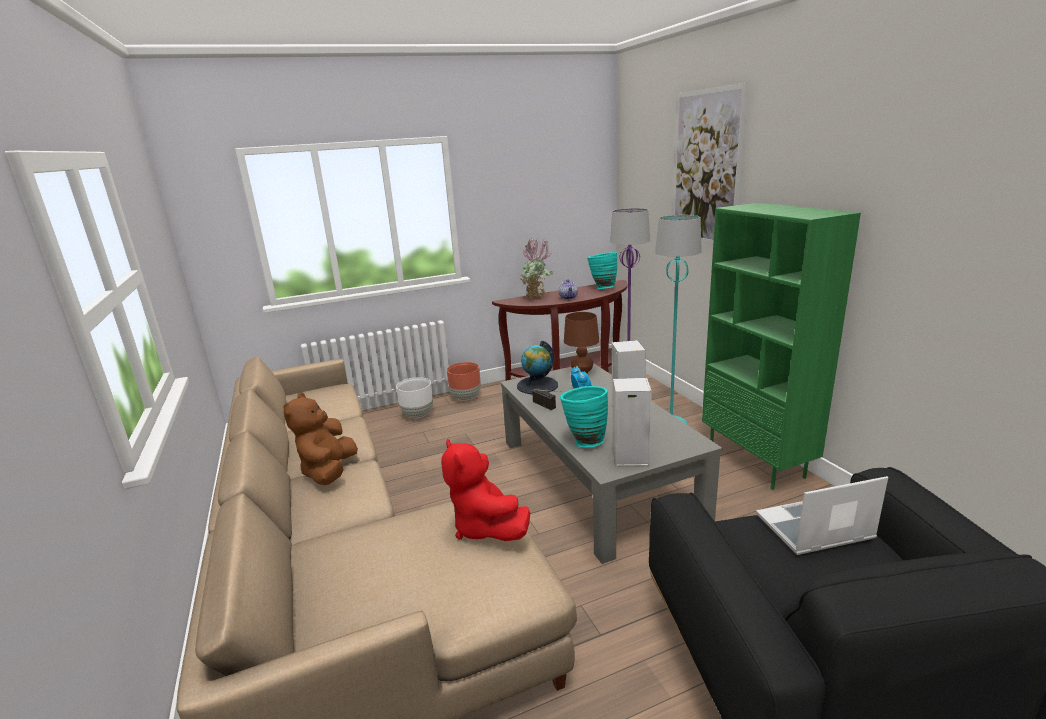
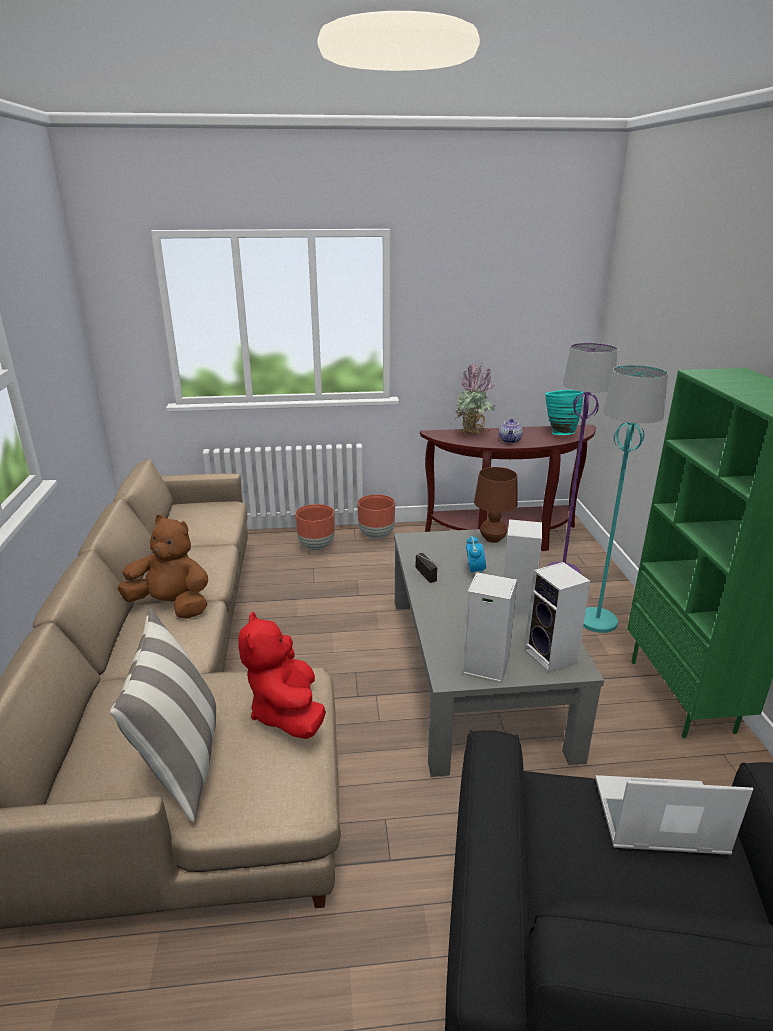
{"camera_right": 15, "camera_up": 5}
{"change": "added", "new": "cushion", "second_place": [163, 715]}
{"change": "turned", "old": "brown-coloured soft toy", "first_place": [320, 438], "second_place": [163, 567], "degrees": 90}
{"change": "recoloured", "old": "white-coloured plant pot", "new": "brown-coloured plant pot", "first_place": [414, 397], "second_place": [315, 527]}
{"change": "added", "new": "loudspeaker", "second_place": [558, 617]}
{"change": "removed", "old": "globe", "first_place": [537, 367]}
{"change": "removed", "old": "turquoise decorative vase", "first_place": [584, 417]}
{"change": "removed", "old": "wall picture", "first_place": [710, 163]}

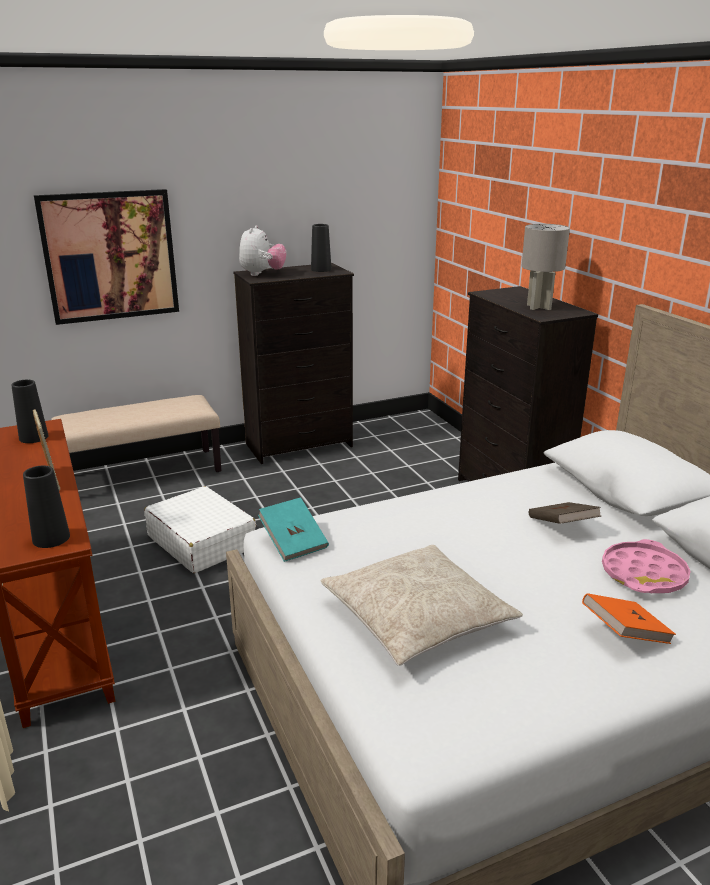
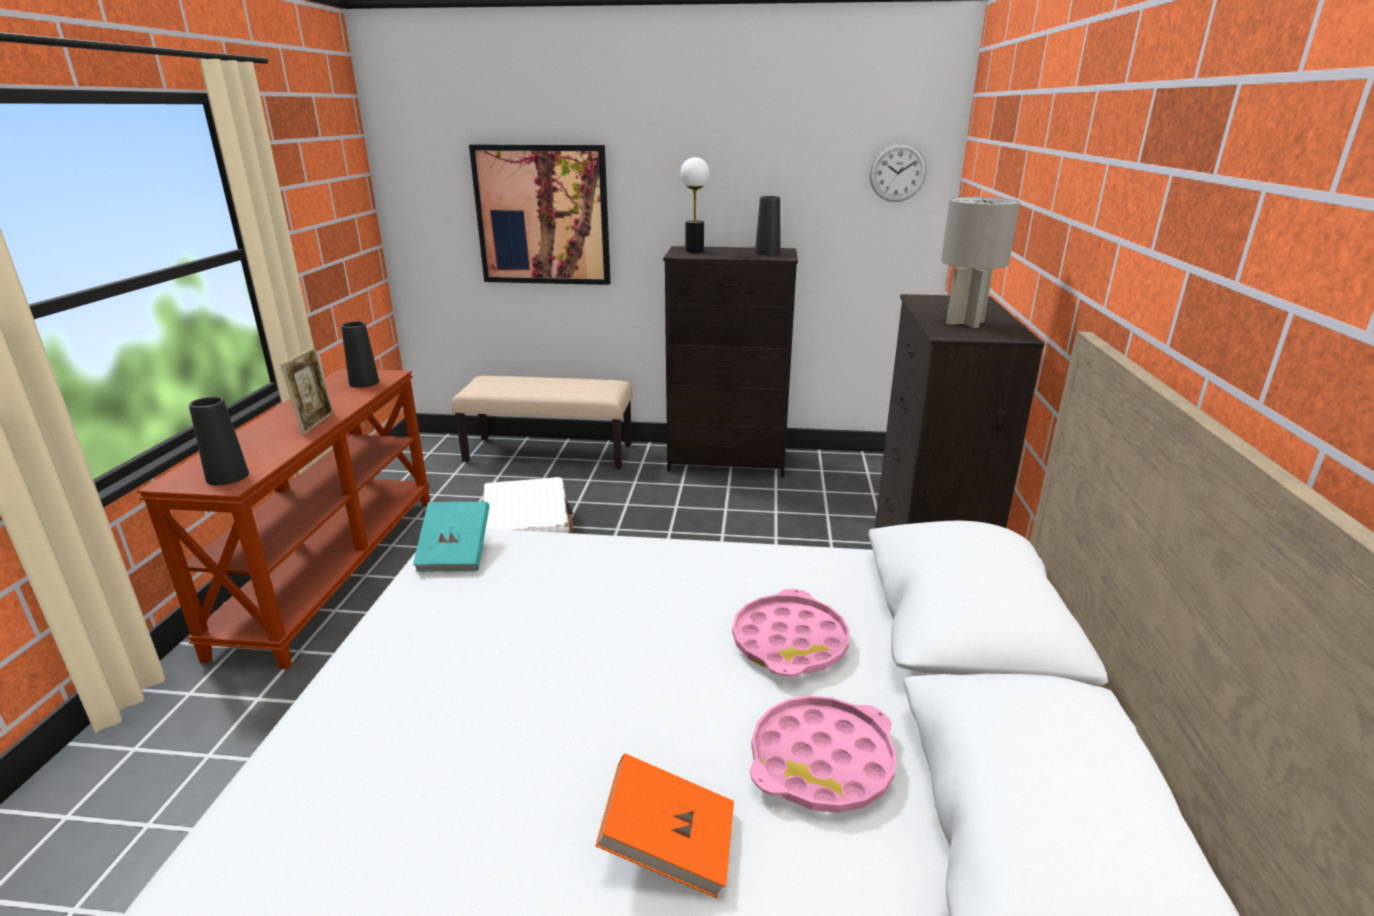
{"camera_right": 30, "camera_up": 0}
{"change": "replaced", "old": "soft toy", "new": "lamp for a table", "first_place": [262, 250], "second_place": [695, 205]}
{"change": "replaced", "old": "brown-coloured volume", "new": "pink serving tray", "first_place": [565, 513], "second_place": [790, 633]}
{"change": "added", "new": "clock on the wall", "second_place": [898, 172]}
{"change": "removed", "old": "sand-coloured cushion", "first_place": [421, 605]}

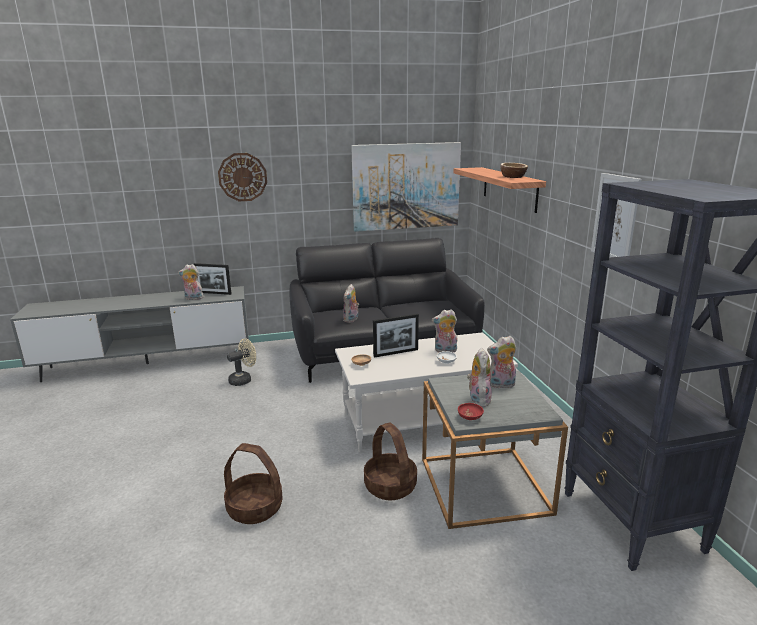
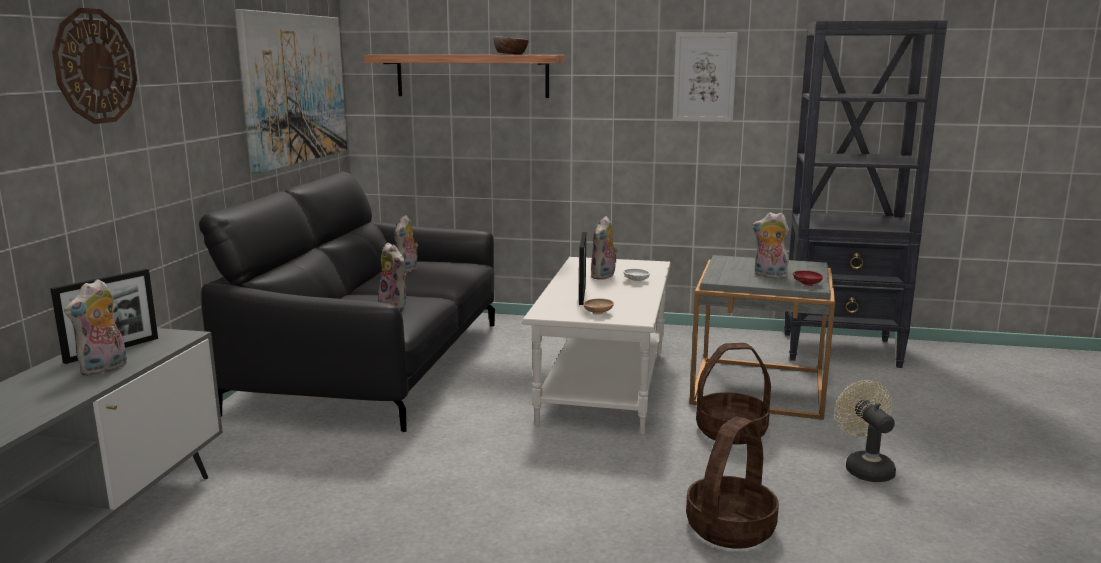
{"camera_right": -65, "camera_up": -5}
{"change": "moved", "old": "soft toy", "first_place": [501, 362], "second_place": [406, 244]}
{"change": "moved", "old": "sand-coloured electric fan", "first_place": [241, 362], "second_place": [865, 431]}

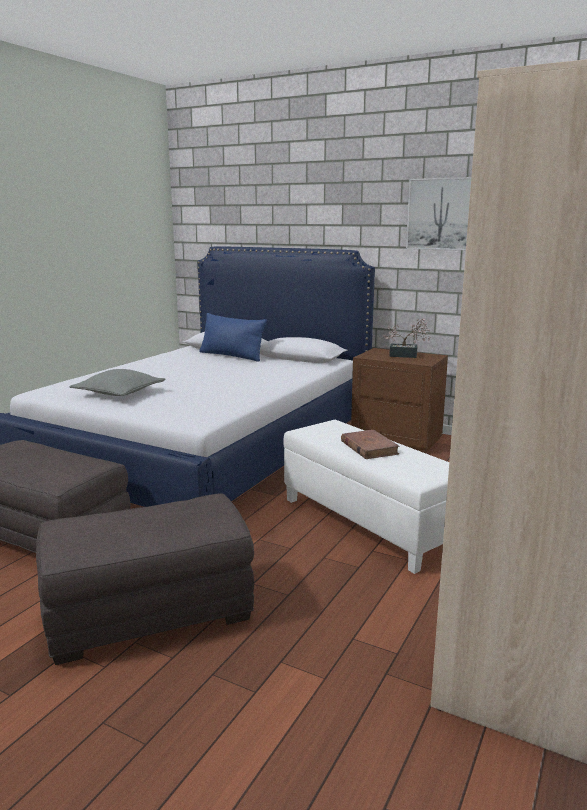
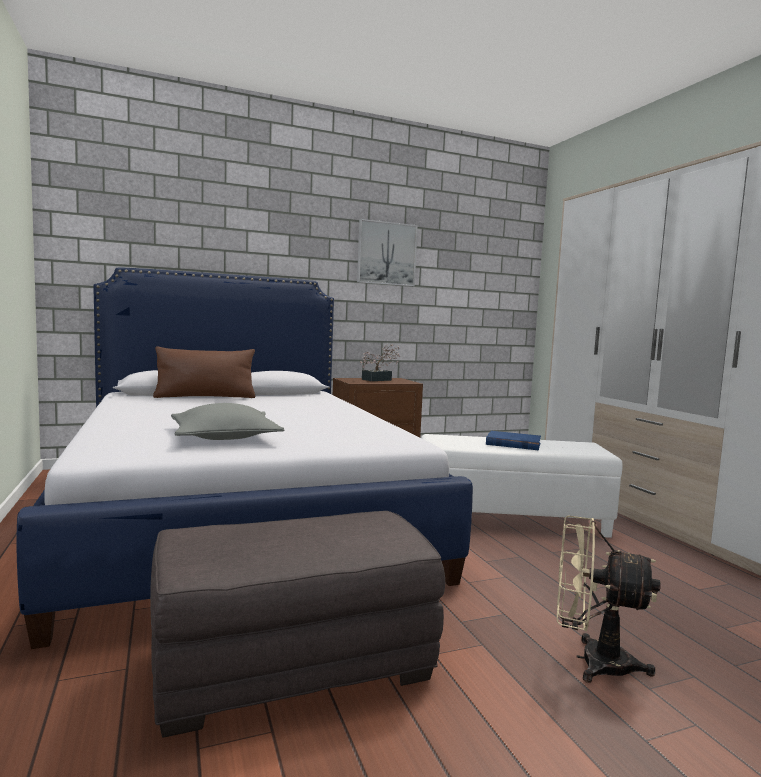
{"camera_right": -50, "camera_up": -10}
{"change": "recoloured", "old": "blue-coloured cushion", "new": "brown-coloured cushion", "first_place": [233, 337], "second_place": [204, 372]}
{"change": "recoloured", "old": "brown-coloured volume", "new": "blue-coloured volume", "first_place": [370, 444], "second_place": [513, 440]}
{"change": "replaced", "old": "grey footrest", "new": "sand-coloured electric fan", "first_place": [145, 579], "second_place": [609, 599]}

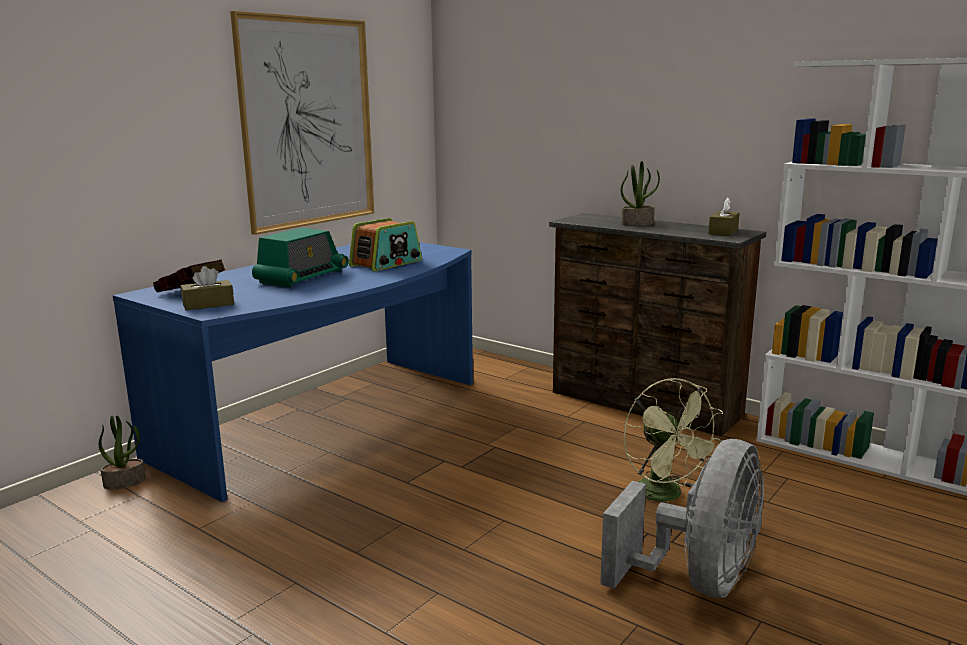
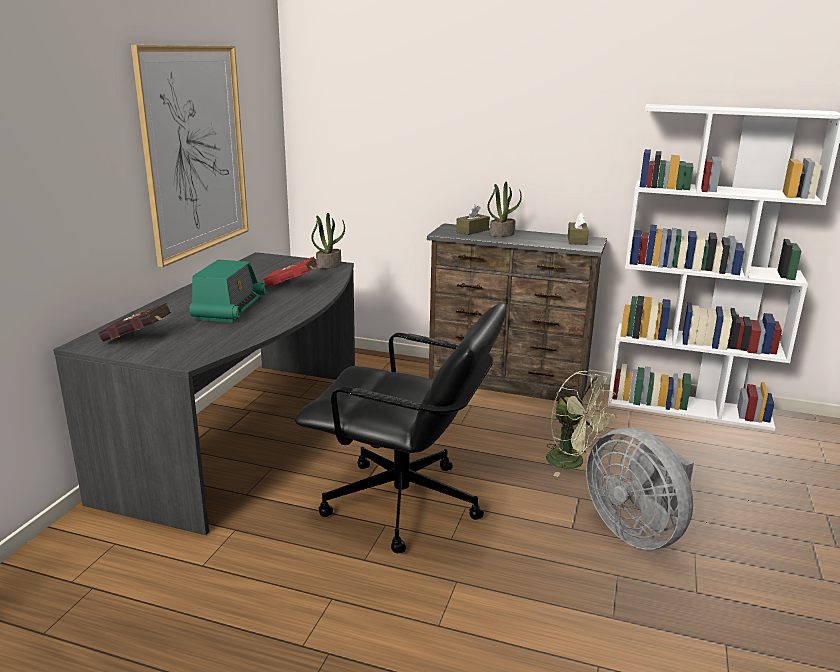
{"camera_right": -20, "camera_up": 5}
{"change": "recoloured", "old": "blue-coloured desk unit", "new": "grey desk unit", "first_place": [293, 372], "second_place": [204, 393]}
{"change": "replaced", "old": "radio", "new": "reddish volume", "first_place": [385, 244], "second_place": [290, 272]}
{"change": "added", "new": "black computer chair", "second_place": [400, 428]}
{"change": "moved", "old": "houseplant", "first_place": [122, 452], "second_place": [328, 241]}
{"change": "moved", "old": "brown-coloured tissue box", "first_place": [207, 288], "second_place": [473, 219]}
{"change": "turned", "old": "grey electric fan", "first_place": [682, 518], "second_place": [640, 489], "degrees": 135}

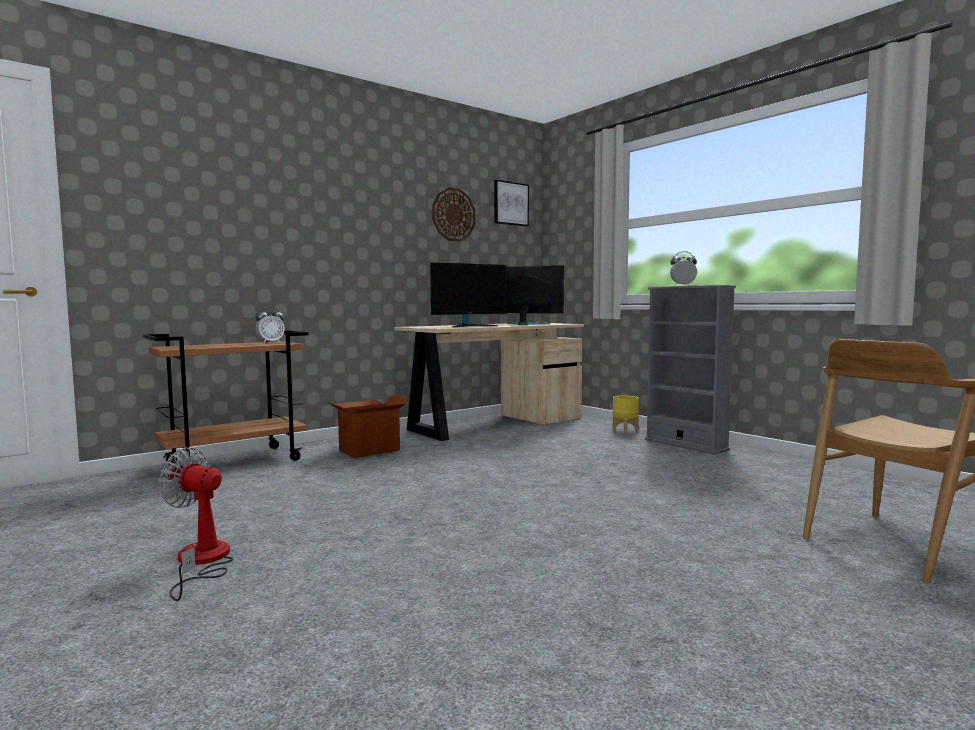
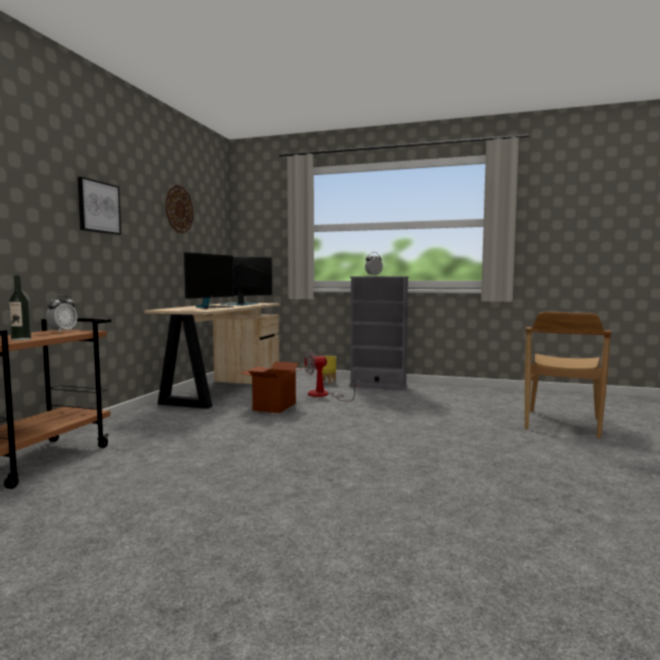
{"camera_right": -35, "camera_up": 0}
{"change": "added", "new": "beverage bottle", "second_place": [19, 307]}
{"change": "moved", "old": "wall picture", "first_place": [511, 203], "second_place": [99, 206]}
{"change": "moved", "old": "carton", "first_place": [368, 426], "second_place": [272, 387]}
{"change": "moved", "old": "electric fan", "first_place": [195, 524], "second_place": [332, 375]}

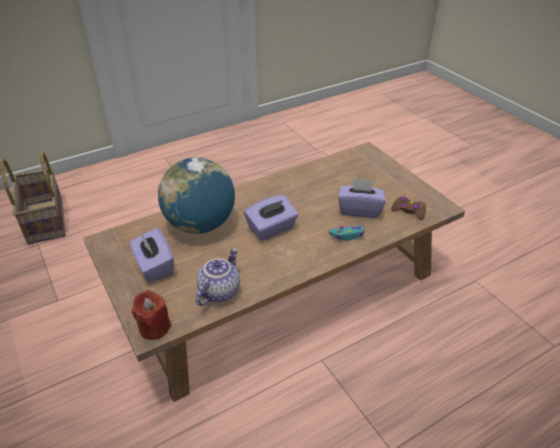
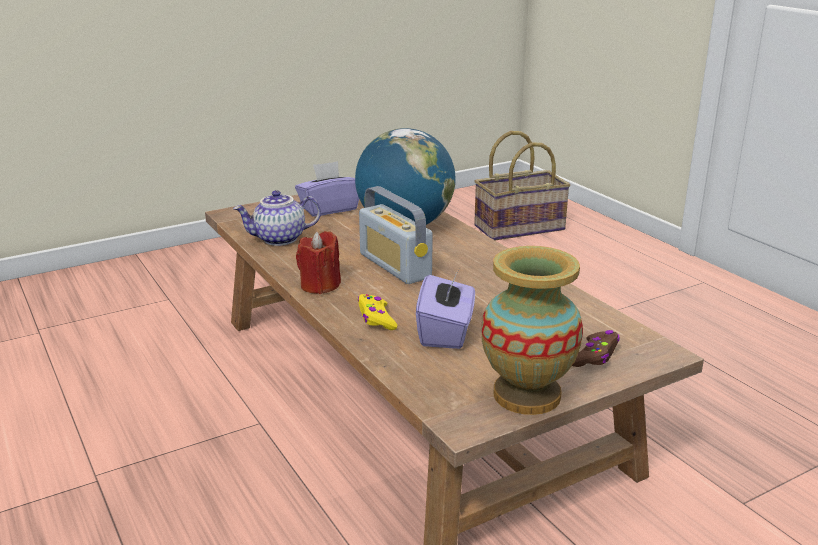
{"camera_right": 90, "camera_up": -15}
{"change": "turned", "old": "pot for tea", "first_place": [218, 277], "second_place": [277, 218], "degrees": 135}
{"change": "moved", "old": "reddish wax candle", "first_place": [151, 315], "second_place": [318, 262]}
{"change": "recoloured", "old": "turquoise joypad", "new": "yellow joypad", "first_place": [347, 233], "second_place": [377, 312]}
{"change": "replaced", "old": "purple tissue box", "new": "radio", "first_place": [271, 218], "second_place": [396, 235]}
{"change": "added", "new": "decorative vase", "second_place": [532, 330]}
{"change": "moved", "old": "brown-coloured joypad", "first_place": [408, 208], "second_place": [596, 348]}

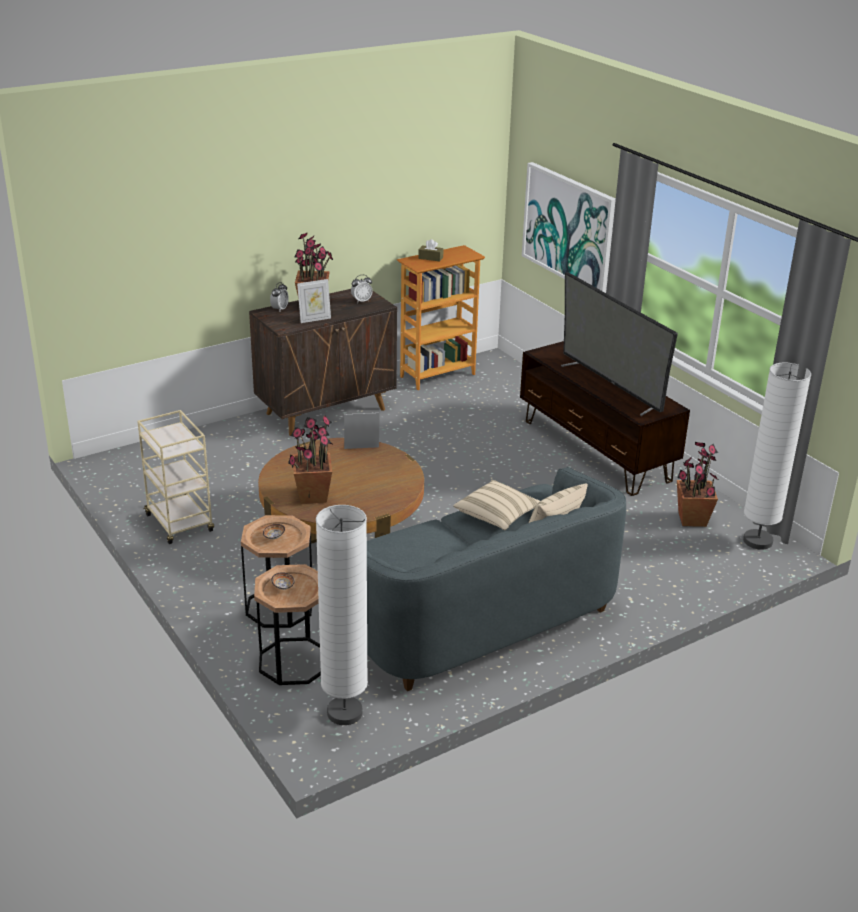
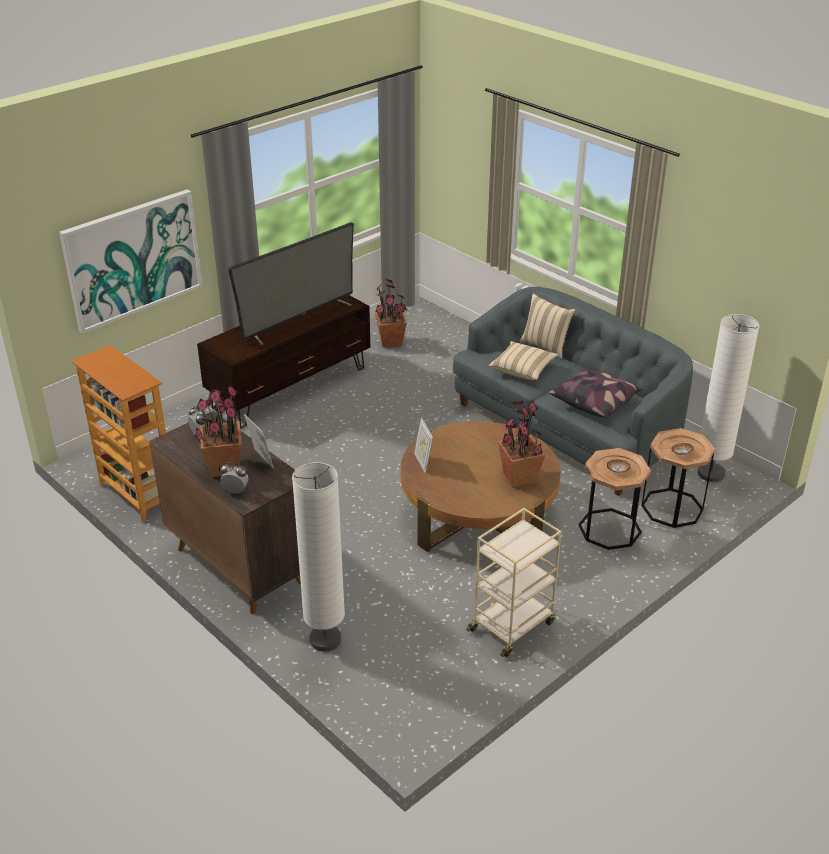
{"camera_right": -100, "camera_up": 5}
{"change": "moved", "old": "white-coloured standing lamp", "first_place": [777, 456], "second_place": [318, 557]}
{"change": "added", "new": "cushion", "second_place": [596, 392]}
{"change": "removed", "old": "brown-coloured tissue box", "first_place": [431, 250]}

